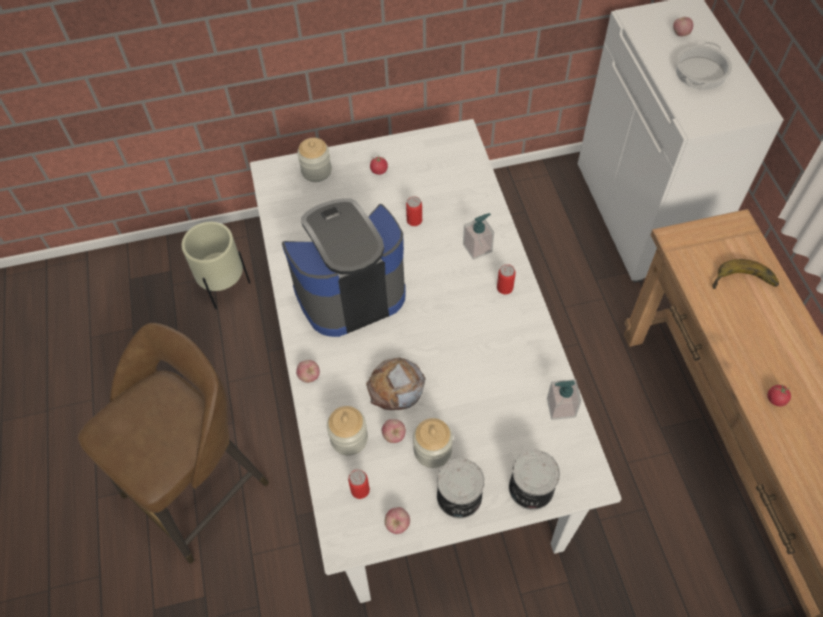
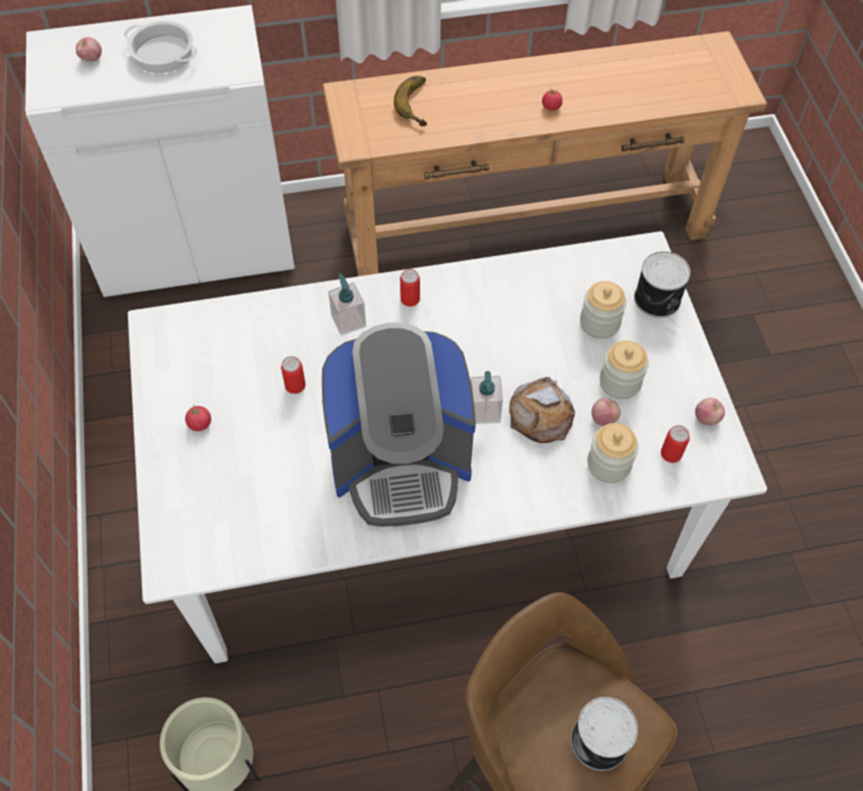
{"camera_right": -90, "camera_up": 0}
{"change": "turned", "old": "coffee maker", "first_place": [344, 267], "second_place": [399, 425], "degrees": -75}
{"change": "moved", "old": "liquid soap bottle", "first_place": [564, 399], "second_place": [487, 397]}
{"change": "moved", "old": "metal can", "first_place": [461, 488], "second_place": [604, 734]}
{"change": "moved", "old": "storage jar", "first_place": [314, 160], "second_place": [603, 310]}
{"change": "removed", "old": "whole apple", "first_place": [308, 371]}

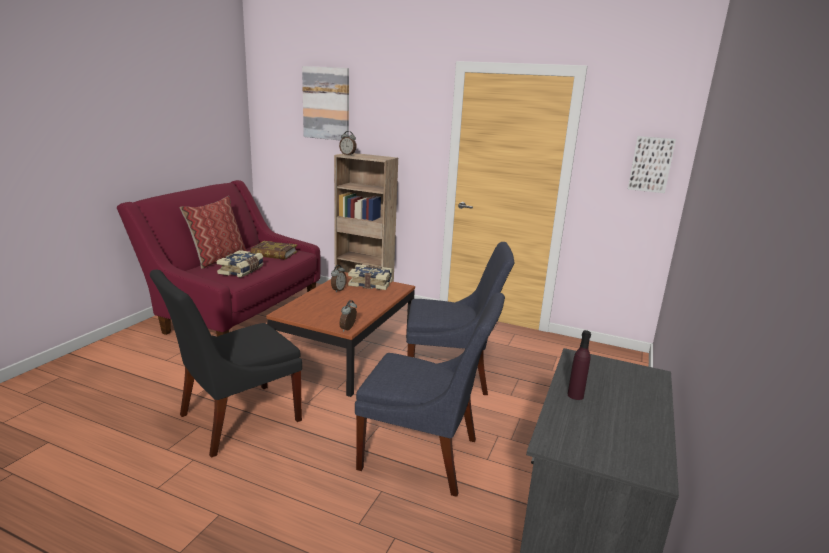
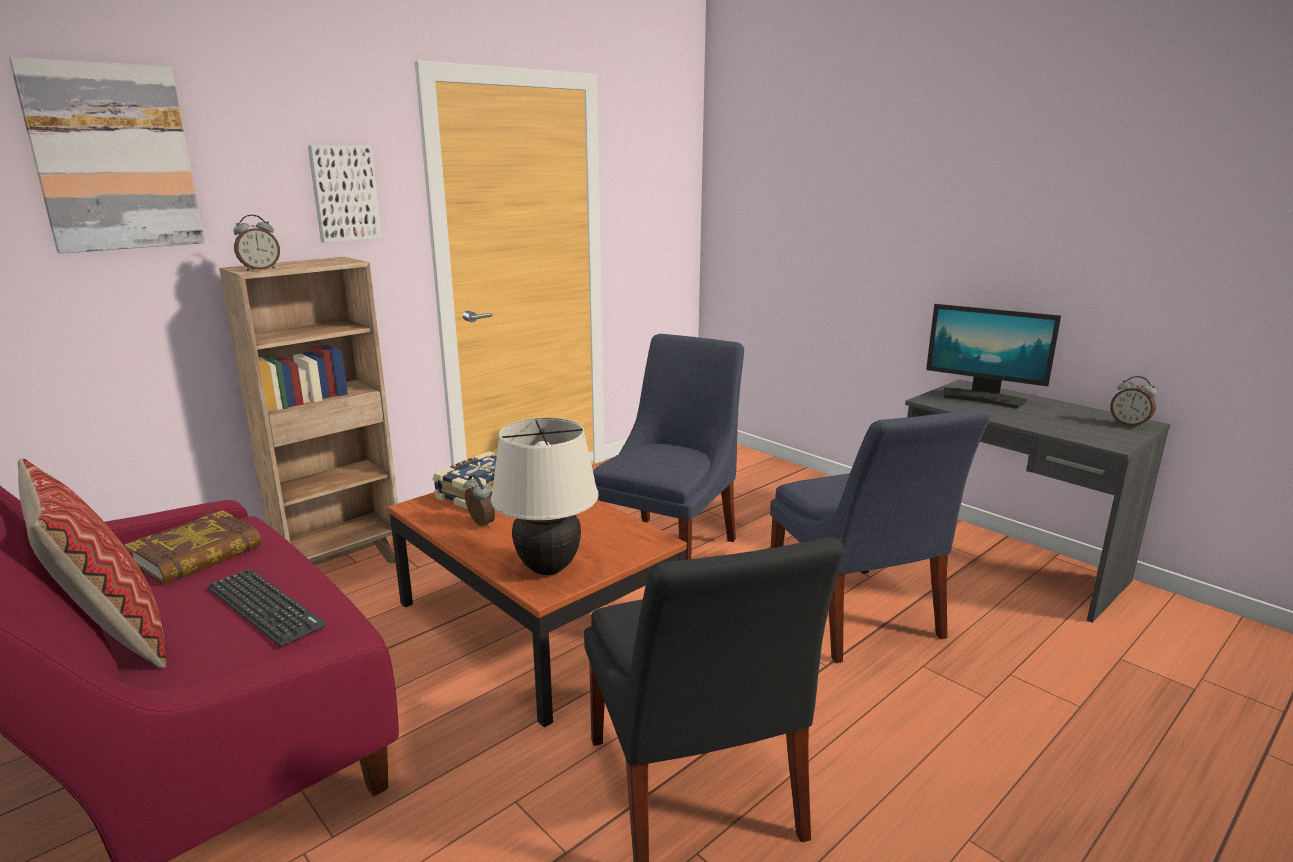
{"camera_right": -65, "camera_up": 0}
{"change": "replaced", "old": "volume", "new": "keyboard", "first_place": [240, 264], "second_place": [267, 608]}
{"change": "moved", "old": "wall picture", "first_place": [652, 164], "second_place": [345, 194]}
{"change": "added", "new": "sand-coloured lamp for a table", "second_place": [545, 496]}
{"change": "turned", "old": "blue-coloured chair", "first_place": [430, 395], "second_place": [880, 535], "degrees": 120}
{"change": "added", "new": "monitor", "second_place": [993, 356]}
{"change": "moved", "old": "alarm clock", "first_place": [348, 316], "second_place": [1133, 402]}
{"change": "removed", "old": "purple beverage bottle", "first_place": [579, 365]}

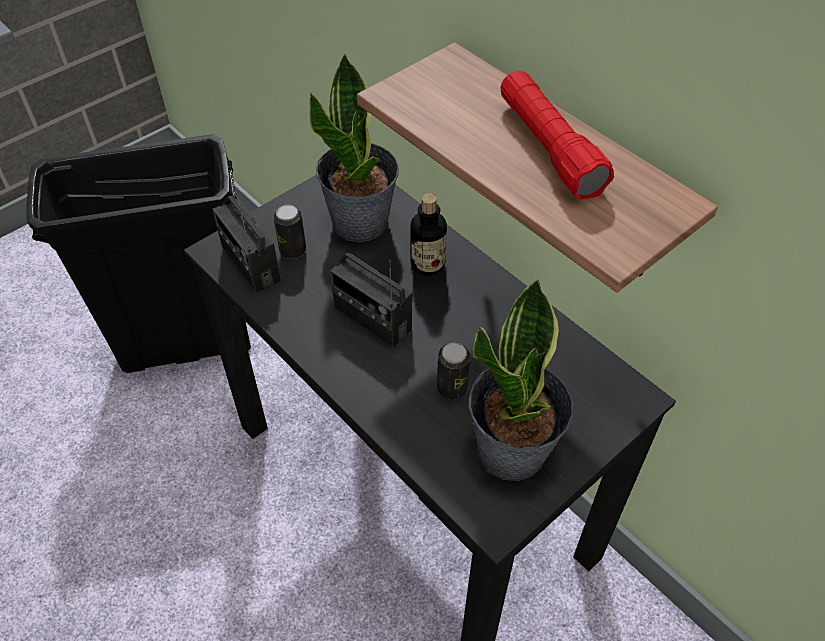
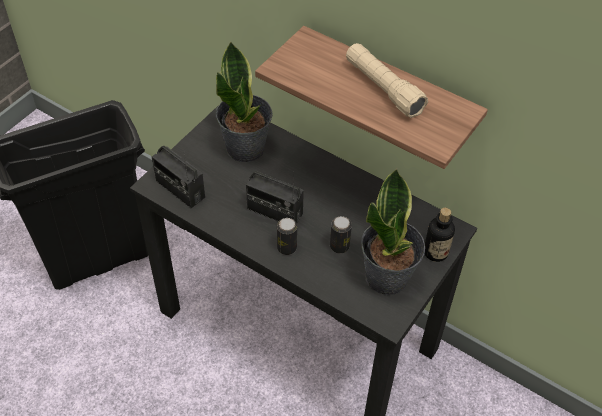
{"camera_right": -15, "camera_up": 0}
{"change": "moved", "old": "metal can", "first_place": [289, 232], "second_place": [287, 236]}
{"change": "recoloured", "old": "reddish torch", "new": "sand-coloured torch", "first_place": [557, 135], "second_place": [387, 80]}
{"change": "moved", "old": "beverage bottle", "first_place": [428, 234], "second_place": [440, 235]}

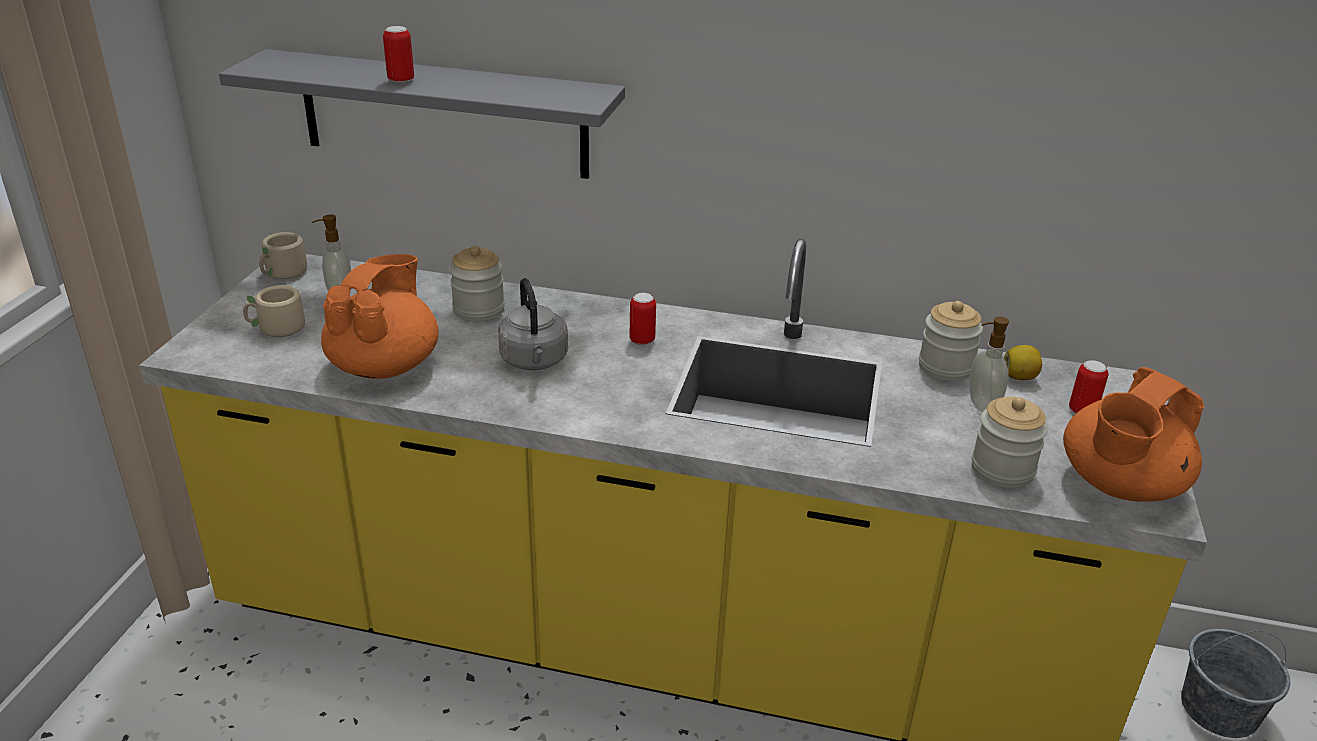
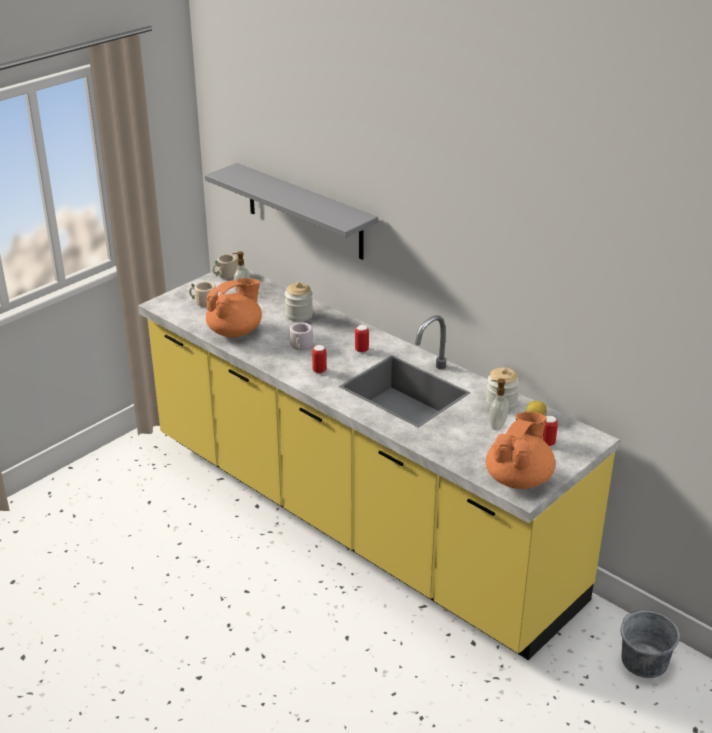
{"camera_right": 30, "camera_up": 0}
{"change": "replaced", "old": "grey tea kettle", "new": "grey mug", "first_place": [533, 324], "second_place": [304, 336]}
{"change": "moved", "old": "metal can", "first_place": [398, 55], "second_place": [319, 359]}
{"change": "turned", "old": "orange-coloured pot for tea", "first_place": [1133, 434], "second_place": [520, 450], "degrees": 135}
{"change": "removed", "old": "storage jar", "first_place": [1009, 442]}

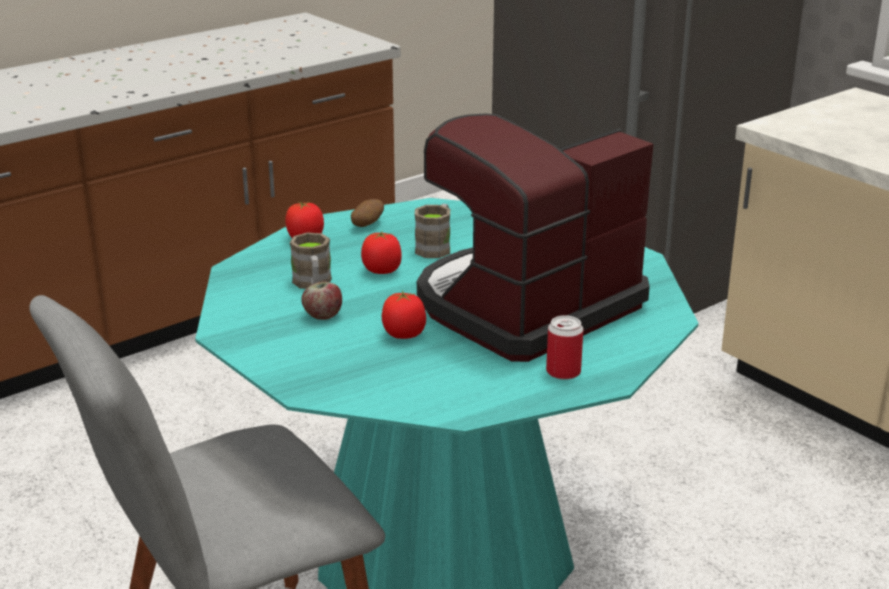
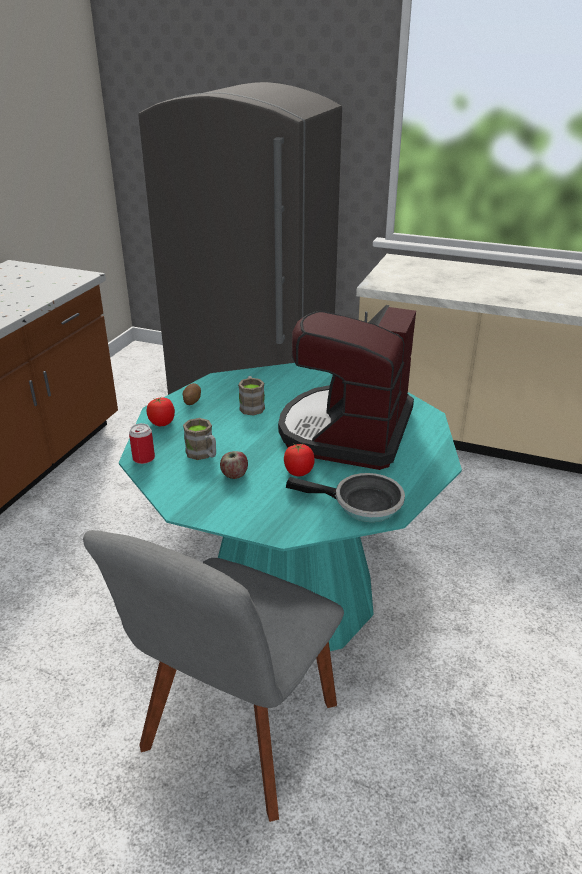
{"camera_right": -30, "camera_up": 5}
{"change": "moved", "old": "metal can", "first_place": [564, 347], "second_place": [142, 443]}
{"change": "added", "new": "skillet", "second_place": [345, 497]}
{"change": "removed", "old": "whole tomato", "first_place": [381, 252]}

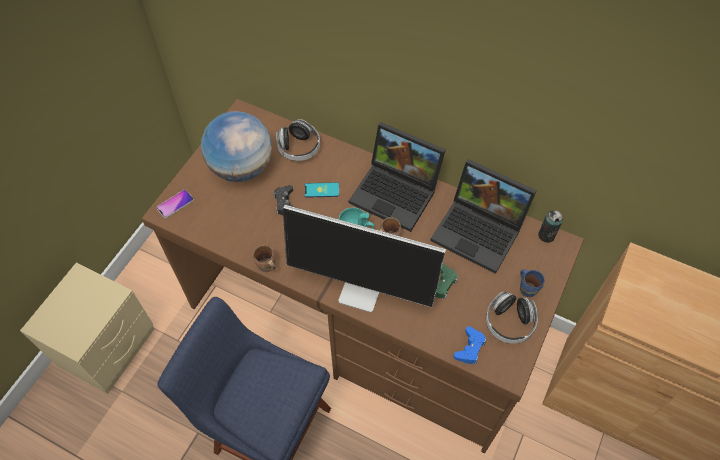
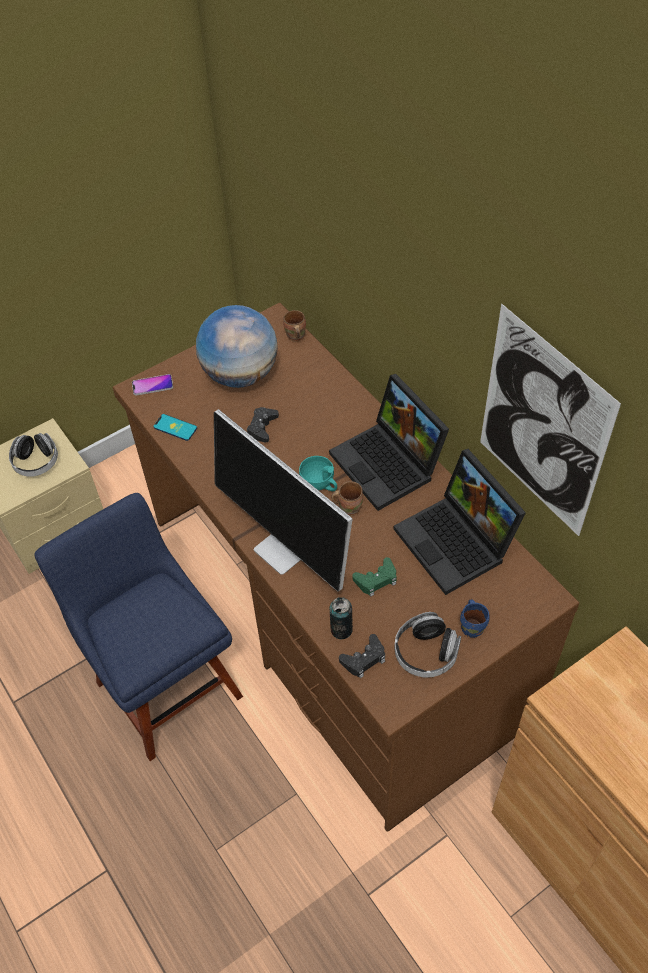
{"camera_right": 30, "camera_up": -5}
{"change": "moved", "old": "headset", "first_place": [298, 140], "second_place": [33, 455]}
{"change": "moved", "old": "phone", "first_place": [322, 190], "second_place": [175, 427]}
{"change": "moved", "old": "brown-coloured mug", "first_place": [264, 258], "second_place": [294, 325]}
{"change": "moved", "old": "metal can", "first_place": [550, 226], "second_place": [341, 618]}
{"change": "recoloured", "old": "blue-coloured joypad", "new": "black joypad", "first_place": [469, 345], "second_place": [362, 656]}
{"change": "added", "new": "wall picture", "second_place": [550, 420]}

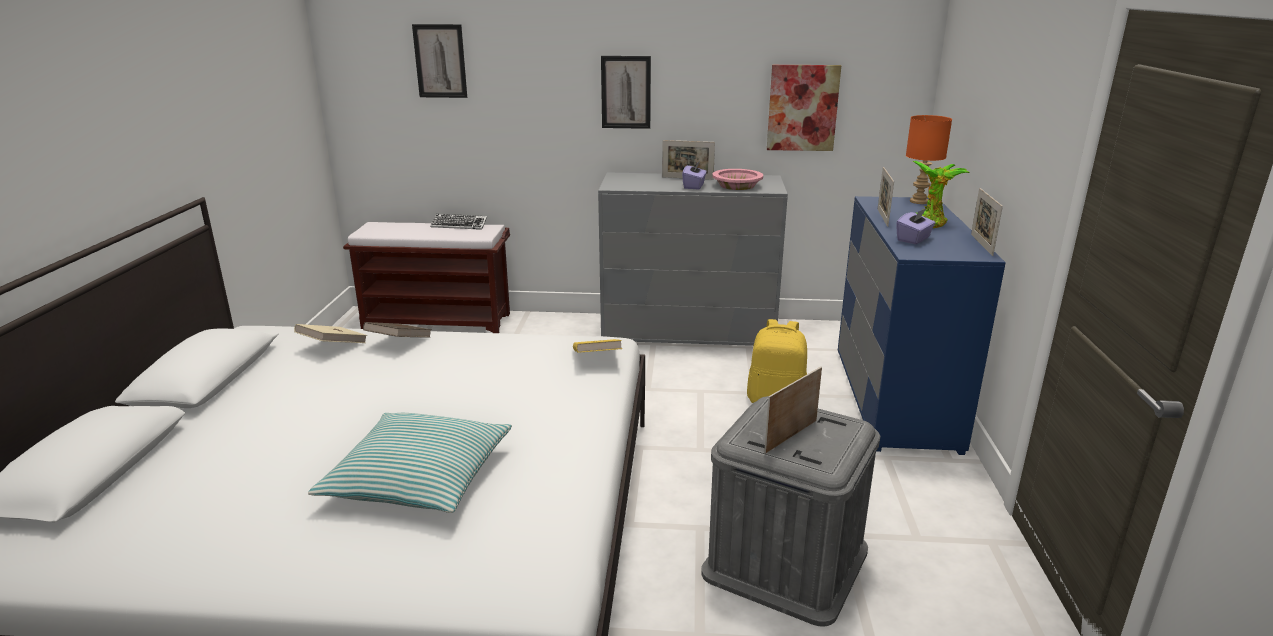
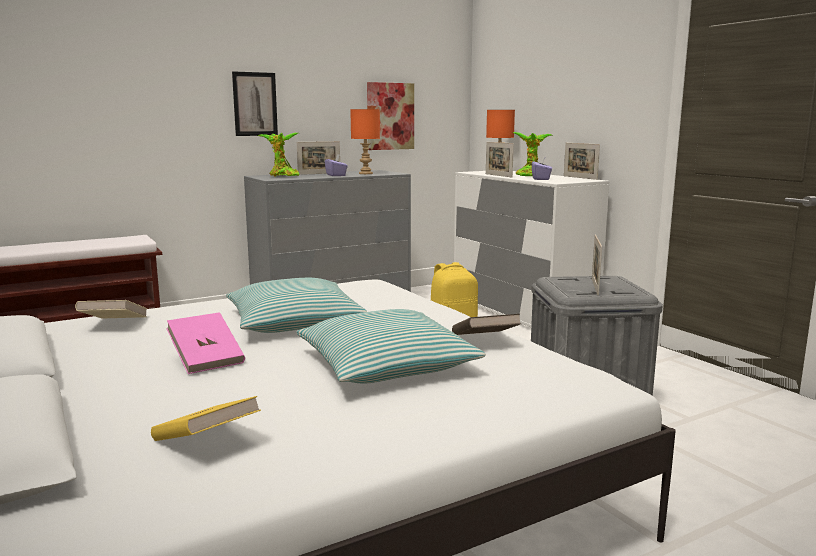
{"camera_right": -35, "camera_up": -10}
{"change": "moved", "old": "yellow volume", "first_place": [597, 346], "second_place": [206, 418]}
{"change": "added", "new": "pink volume", "second_place": [206, 343]}
{"change": "added", "new": "cushion", "second_place": [296, 305]}
{"change": "added", "new": "houseplant", "second_place": [279, 155]}
{"change": "replaced", "old": "pink serving bowl", "new": "orange-coloured lamp for a table", "first_place": [737, 179], "second_place": [365, 141]}
{"change": "moved", "old": "brown-coloured volume", "first_place": [397, 330], "second_place": [486, 324]}
{"change": "recoloured", "old": "blue-coloured drawer chest", "new": "white-coloured drawer chest", "first_place": [922, 325], "second_place": [531, 249]}
{"change": "removed", "old": "wall picture", "first_place": [439, 61]}
{"change": "removed", "old": "keyboard", "first_place": [458, 222]}

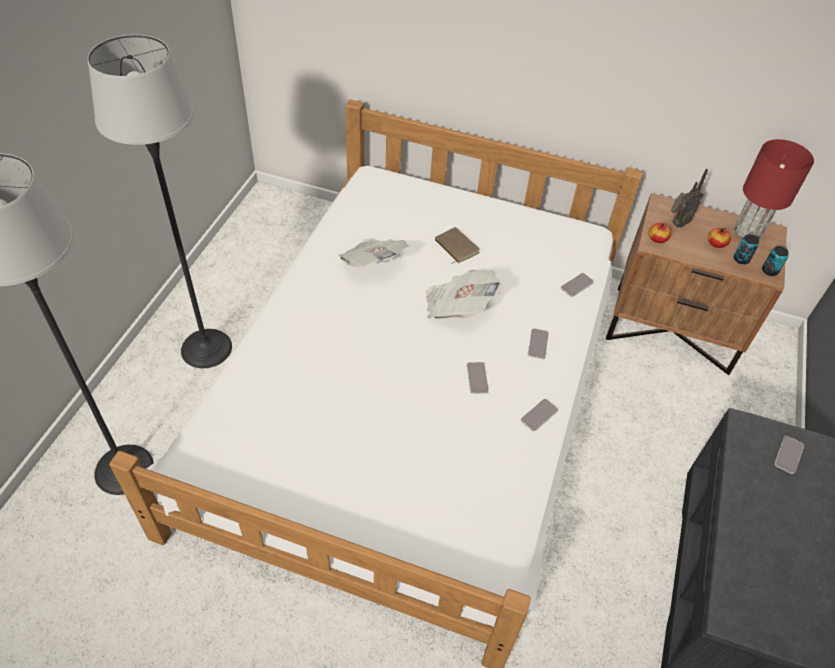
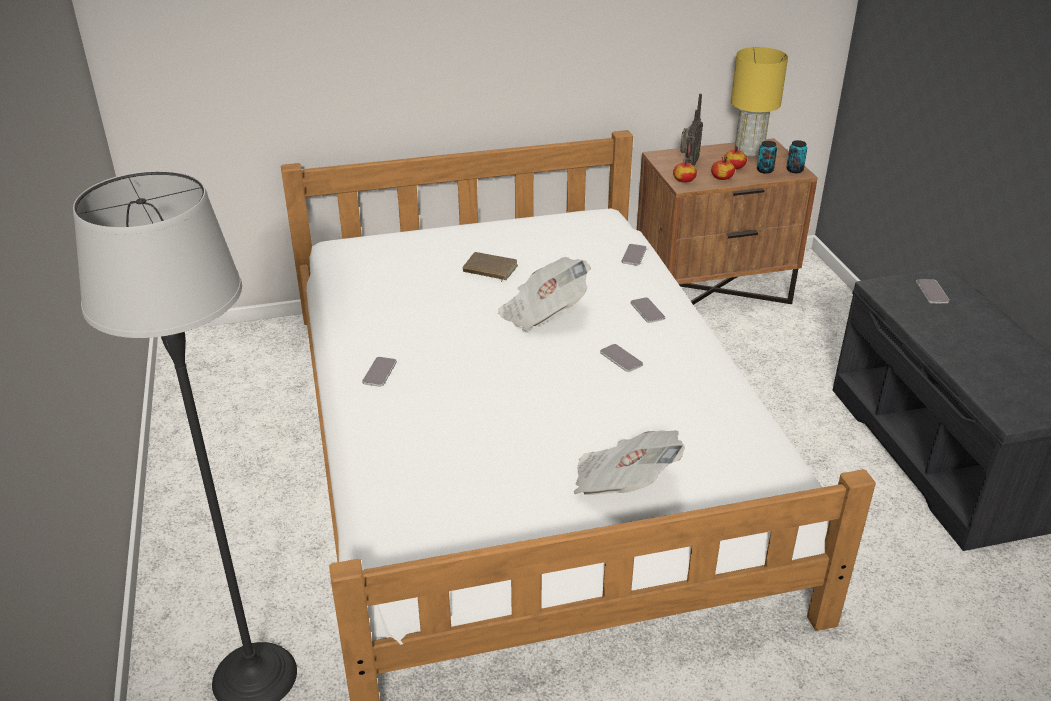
{"camera_right": -30, "camera_up": -15}
{"change": "moved", "old": "phone", "first_place": [539, 415], "second_place": [379, 372]}
{"change": "moved", "old": "printed paper", "first_place": [373, 252], "second_place": [629, 462]}
{"change": "added", "new": "whole apple", "second_place": [723, 168]}
{"change": "recoloured", "old": "reddish lamp for a table", "new": "yellow lamp for a table", "first_place": [774, 189], "second_place": [759, 102]}
{"change": "removed", "old": "standing lamp", "first_place": [160, 201]}

